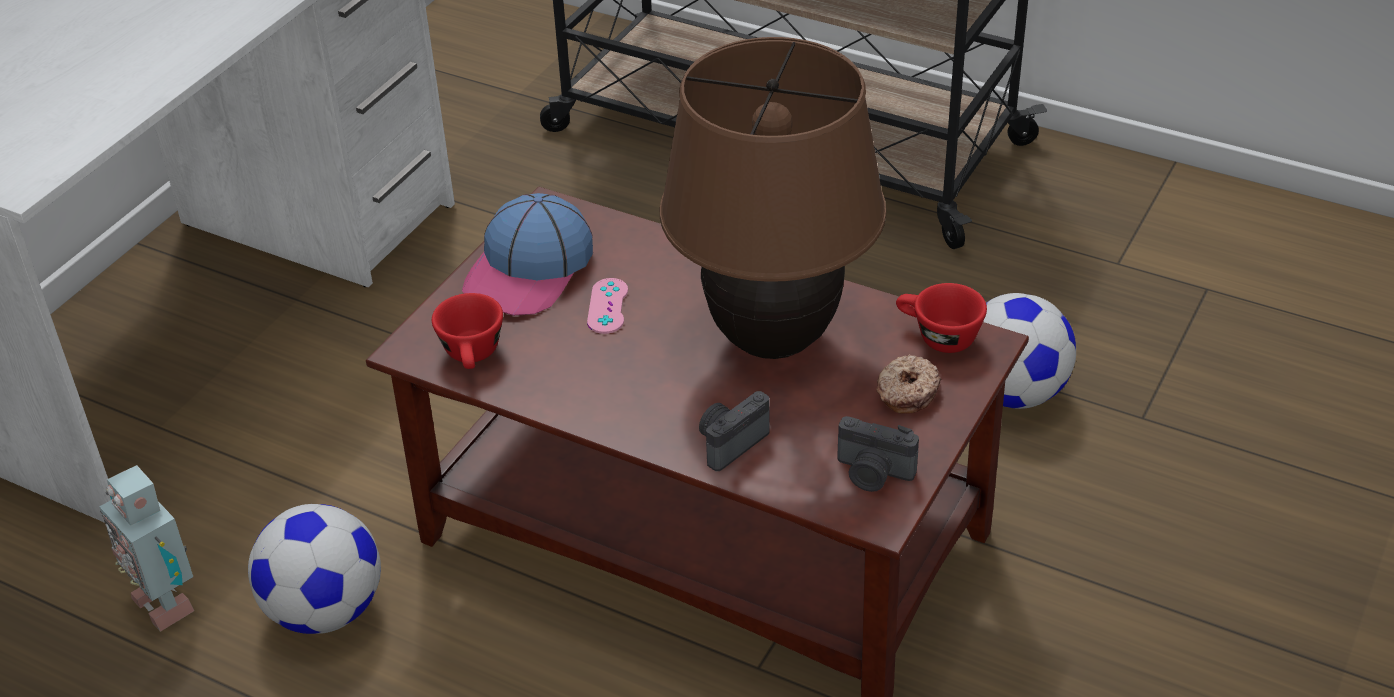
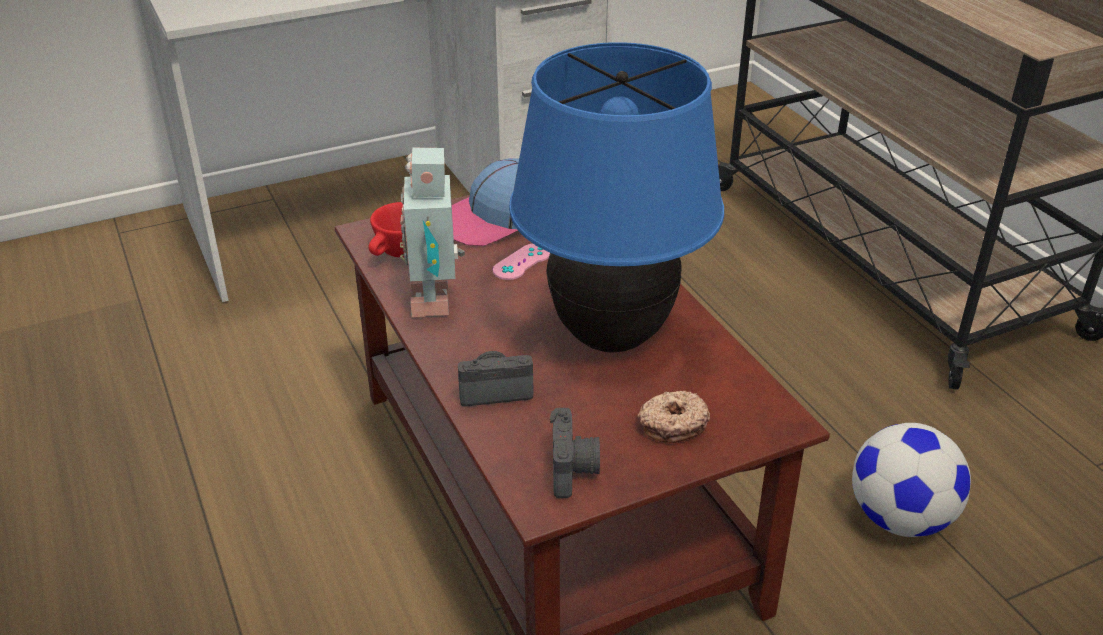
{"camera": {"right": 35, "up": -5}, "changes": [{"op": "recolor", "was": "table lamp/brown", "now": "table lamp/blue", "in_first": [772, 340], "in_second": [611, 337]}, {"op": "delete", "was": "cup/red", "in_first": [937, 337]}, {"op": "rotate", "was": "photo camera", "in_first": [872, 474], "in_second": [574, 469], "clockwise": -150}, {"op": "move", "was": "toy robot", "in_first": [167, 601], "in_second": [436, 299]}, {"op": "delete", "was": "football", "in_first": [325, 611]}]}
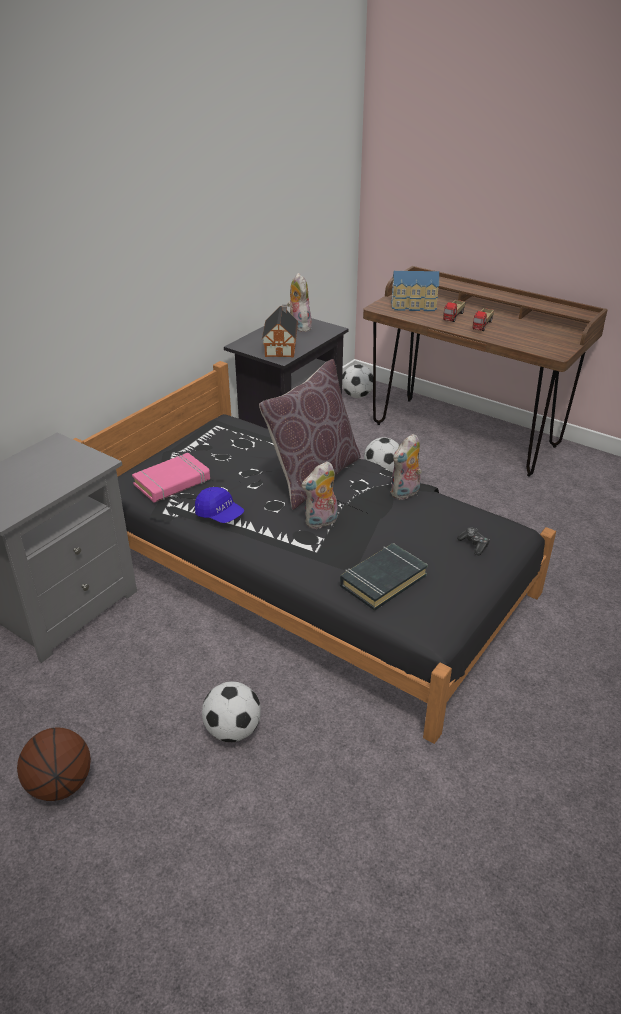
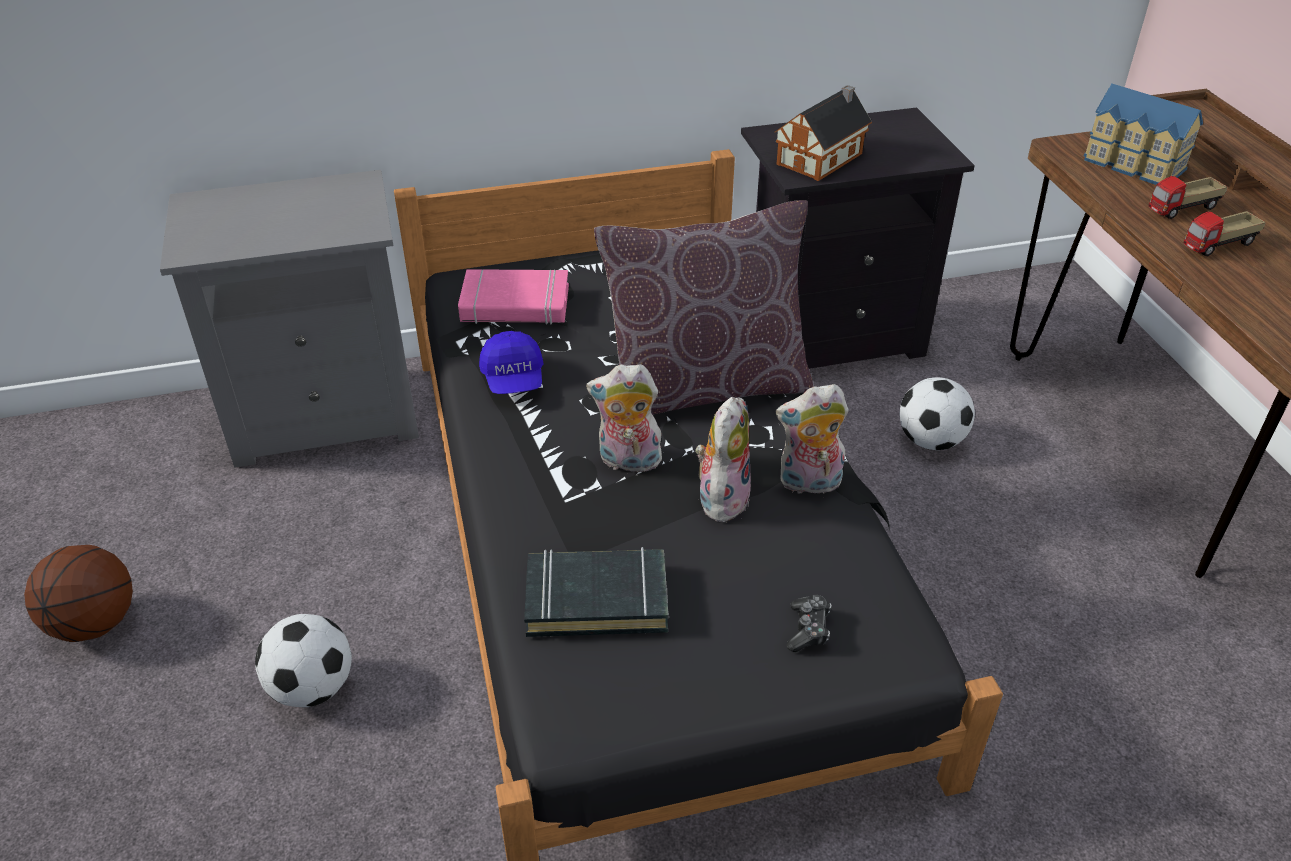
{"camera": {"right": 40, "up": 5}, "changes": [{"op": "move", "was": "plush toy", "in_first": [298, 326], "in_second": [721, 497]}, {"op": "delete", "was": "football", "in_first": [357, 396]}]}
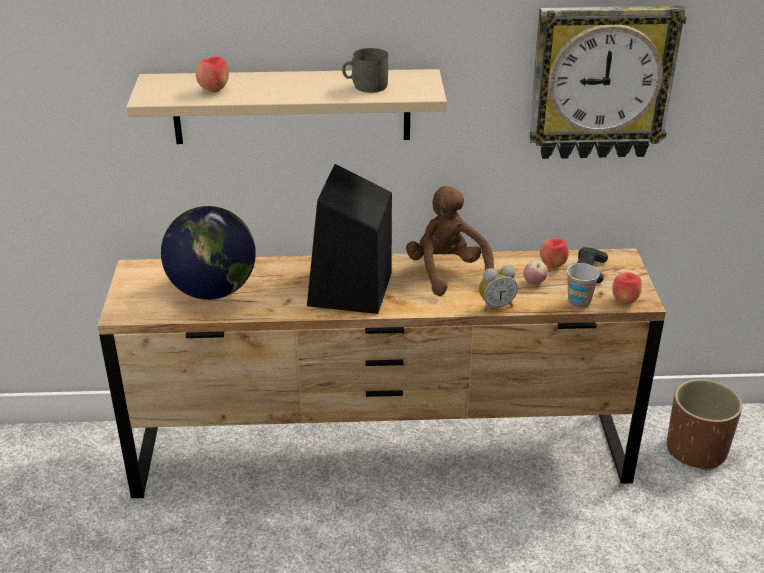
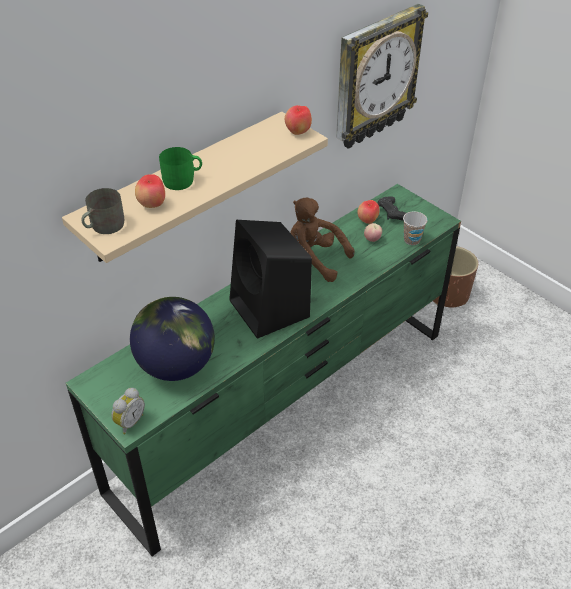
{"camera": {"right": -40, "up": 10}, "changes": [{"op": "move", "was": "mug/grey", "in_first": [365, 86], "in_second": [103, 226]}, {"op": "recolor", "was": "dresser/brown", "now": "dresser/green", "in_first": [381, 454], "in_second": [285, 409]}, {"op": "move", "was": "alarm clock", "in_first": [495, 305], "in_second": [129, 422]}, {"op": "move", "was": "apple", "in_first": [624, 301], "in_second": [297, 132]}, {"op": "insert", "now": "mug/green", "in_second": [183, 180]}]}
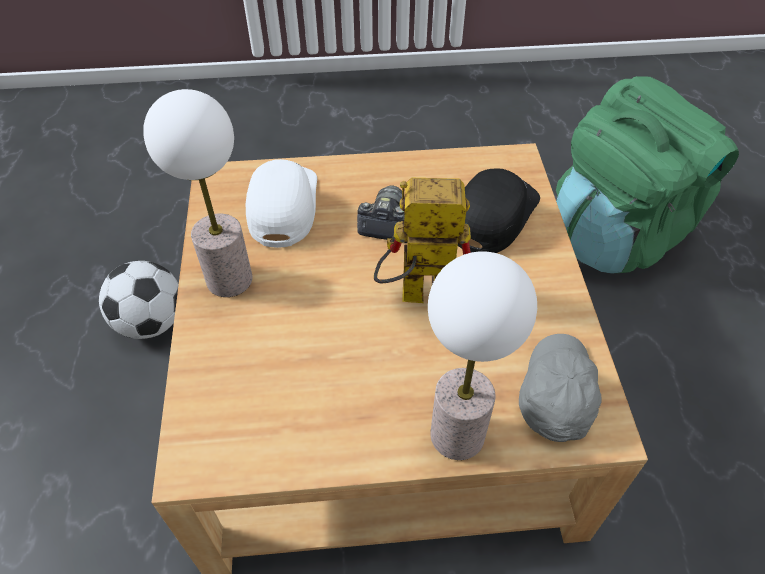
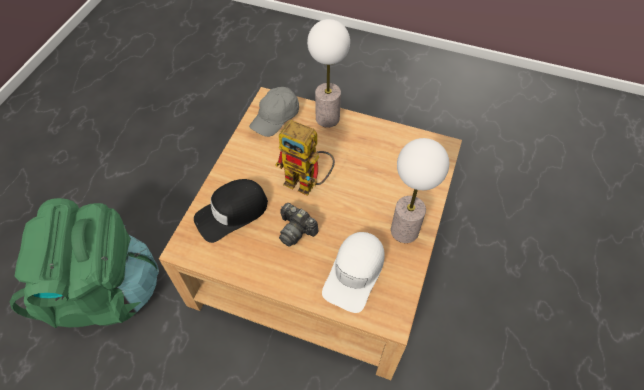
{"camera": {"right": -155, "up": 5}, "changes": [{"op": "delete", "was": "football", "in_first": [152, 322]}]}
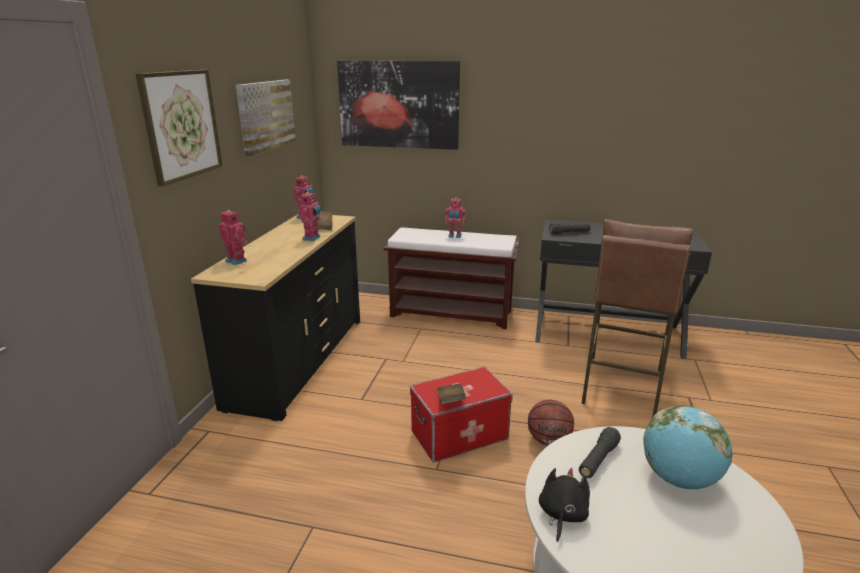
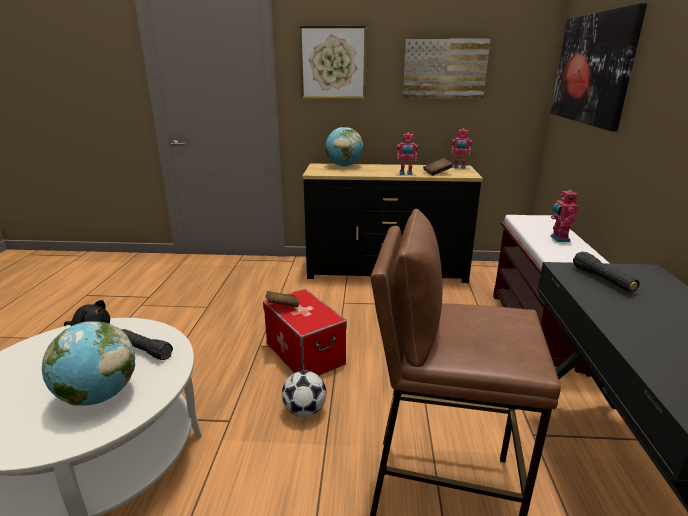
{"camera": {"right": 80, "up": 0}, "changes": [{"op": "replace", "was": "toy robot", "now": "globe", "in_first": [237, 260], "in_second": [344, 166]}, {"op": "replace", "was": "basketball", "now": "football", "in_first": [549, 440], "in_second": [305, 410]}]}
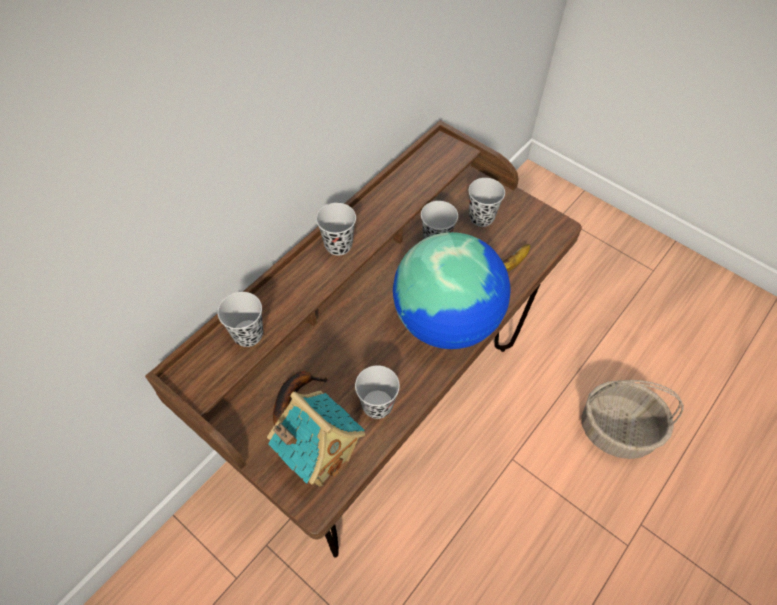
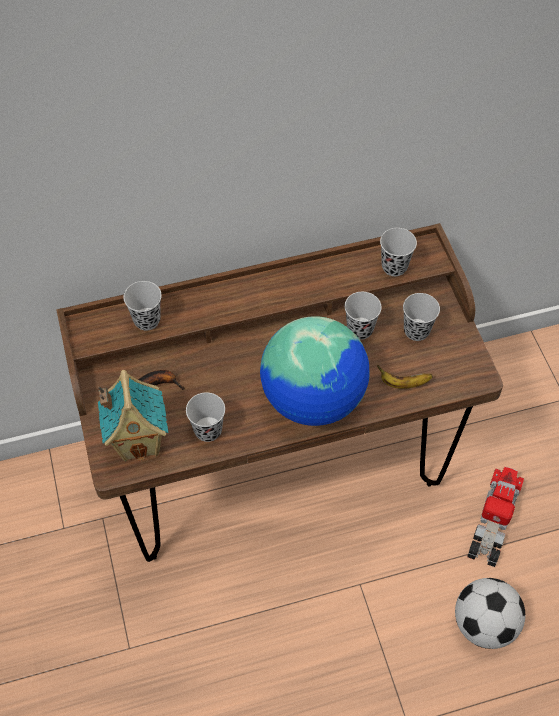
{"camera": {"right": 35, "up": 0}, "changes": [{"op": "move", "was": "cup/black", "in_first": [338, 245], "in_second": [394, 266]}, {"op": "replace", "was": "basket", "now": "football", "in_first": [617, 429], "in_second": [484, 624]}, {"op": "insert", "now": "toy truck", "in_second": [494, 520]}]}
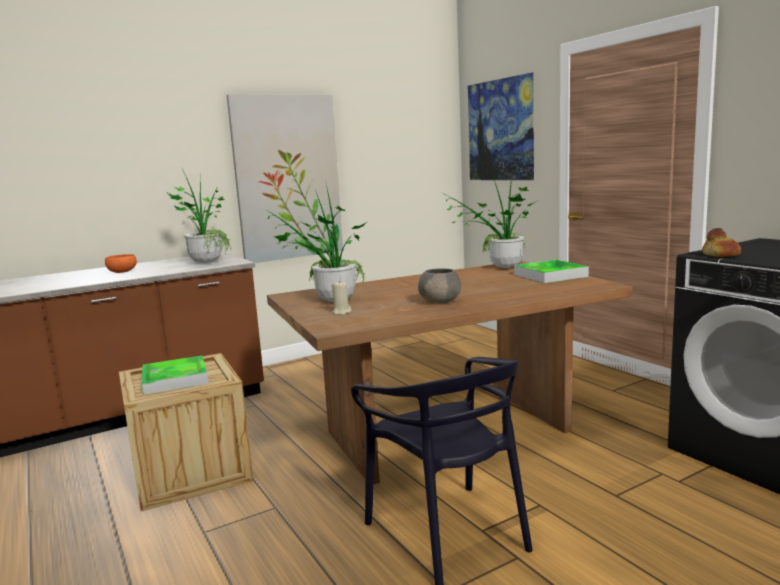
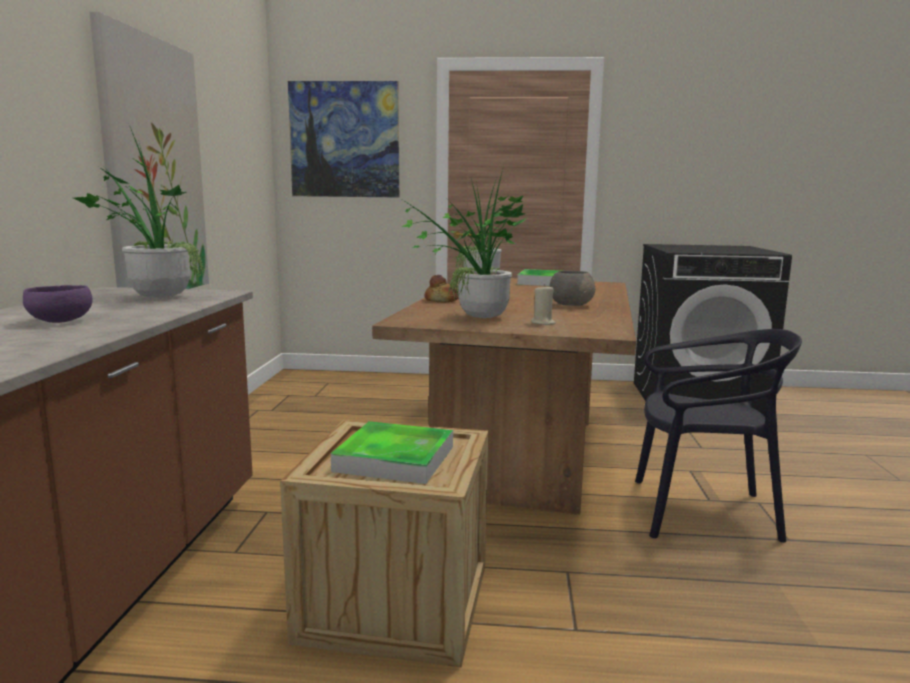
{"camera": {"right": -55, "up": 0}, "changes": [{"op": "move", "was": "bread", "in_first": [721, 255], "in_second": [441, 300]}, {"op": "recolor", "was": "bowl/orange", "now": "bowl/purple", "in_first": [122, 272], "in_second": [59, 321]}]}
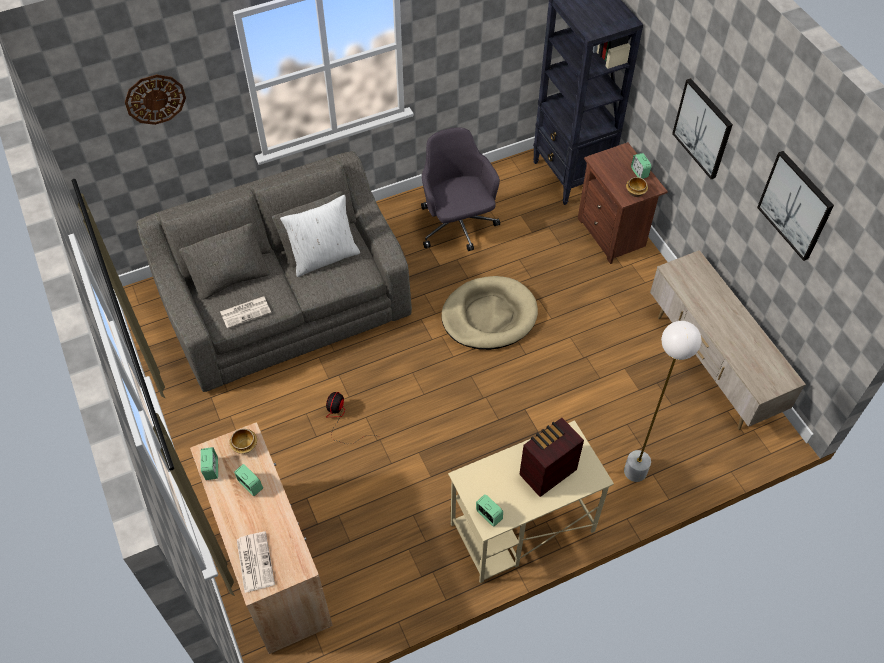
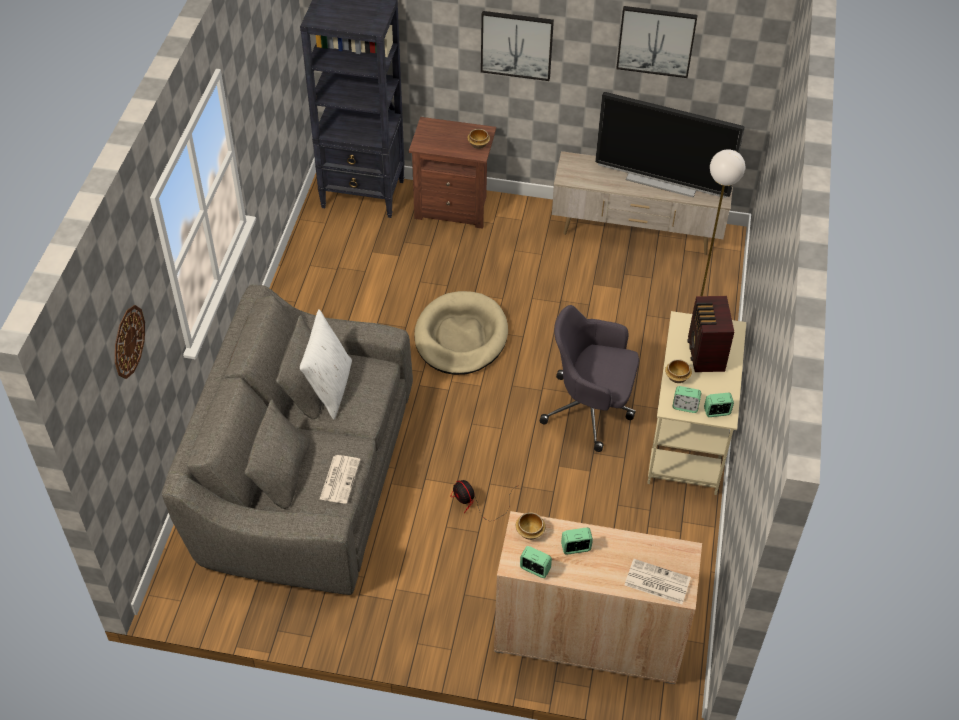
{"camera": {"right": -55, "up": -5}, "changes": [{"op": "move", "was": "office chair/grey", "in_first": [457, 226], "in_second": [590, 409]}, {"op": "move", "was": "alarm clock", "in_first": [639, 172], "in_second": [685, 406]}, {"op": "insert", "now": "television", "in_second": [662, 181]}, {"op": "insert", "now": "bowl", "in_second": [677, 378]}]}
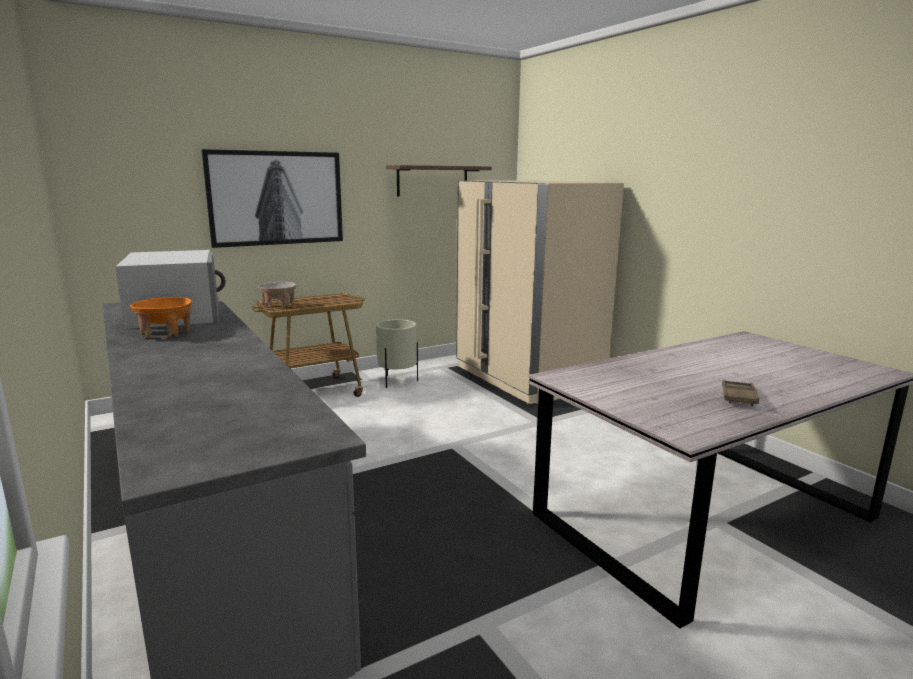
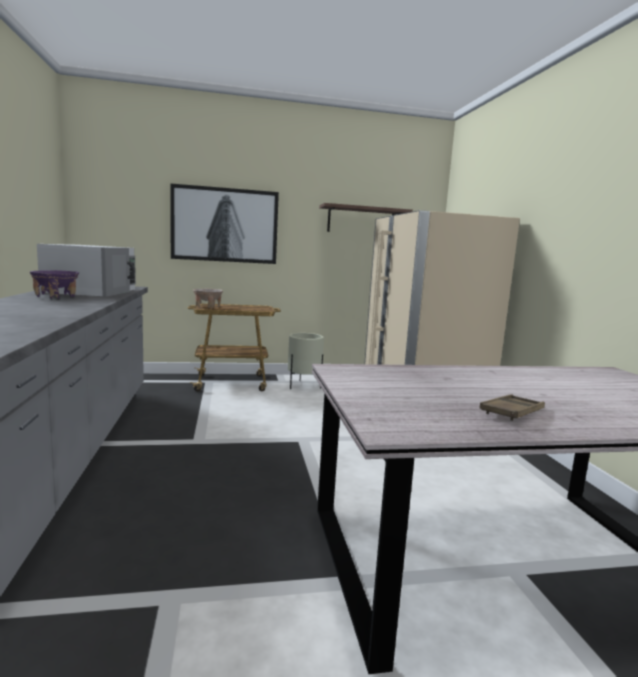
{"camera": {"right": 20, "up": -5}, "changes": [{"op": "recolor", "was": "bowl/orange", "now": "bowl/purple", "in_first": [165, 333], "in_second": [56, 297]}]}
